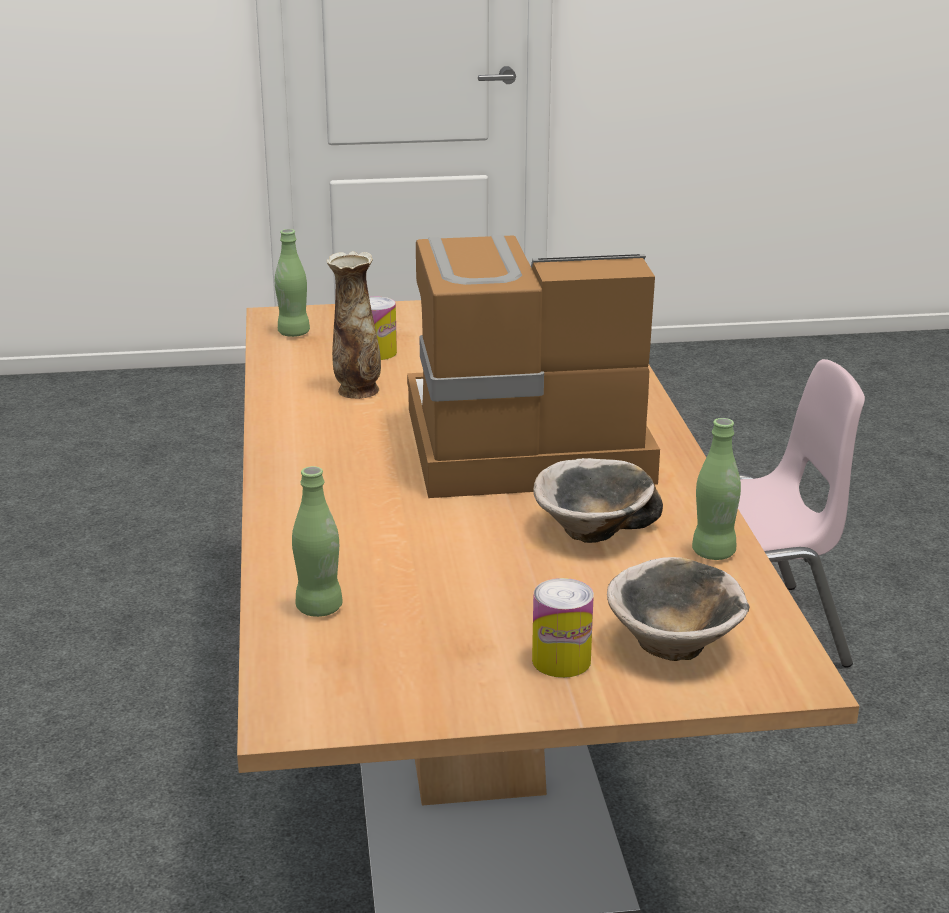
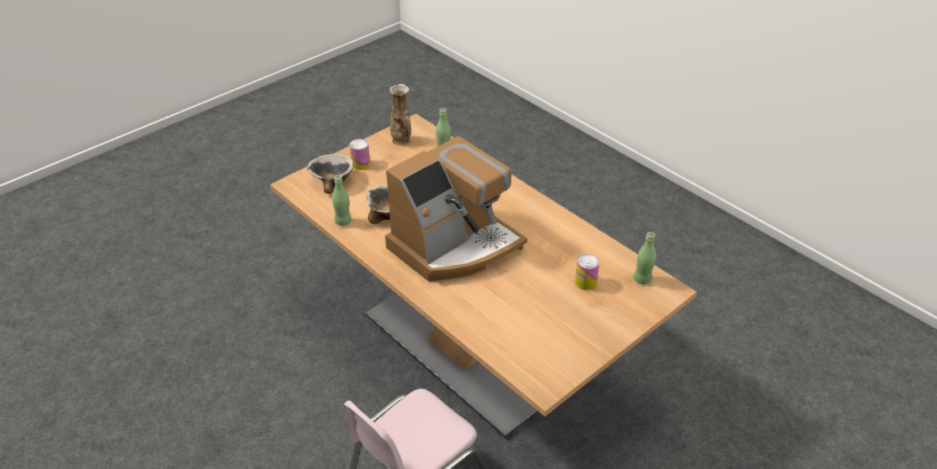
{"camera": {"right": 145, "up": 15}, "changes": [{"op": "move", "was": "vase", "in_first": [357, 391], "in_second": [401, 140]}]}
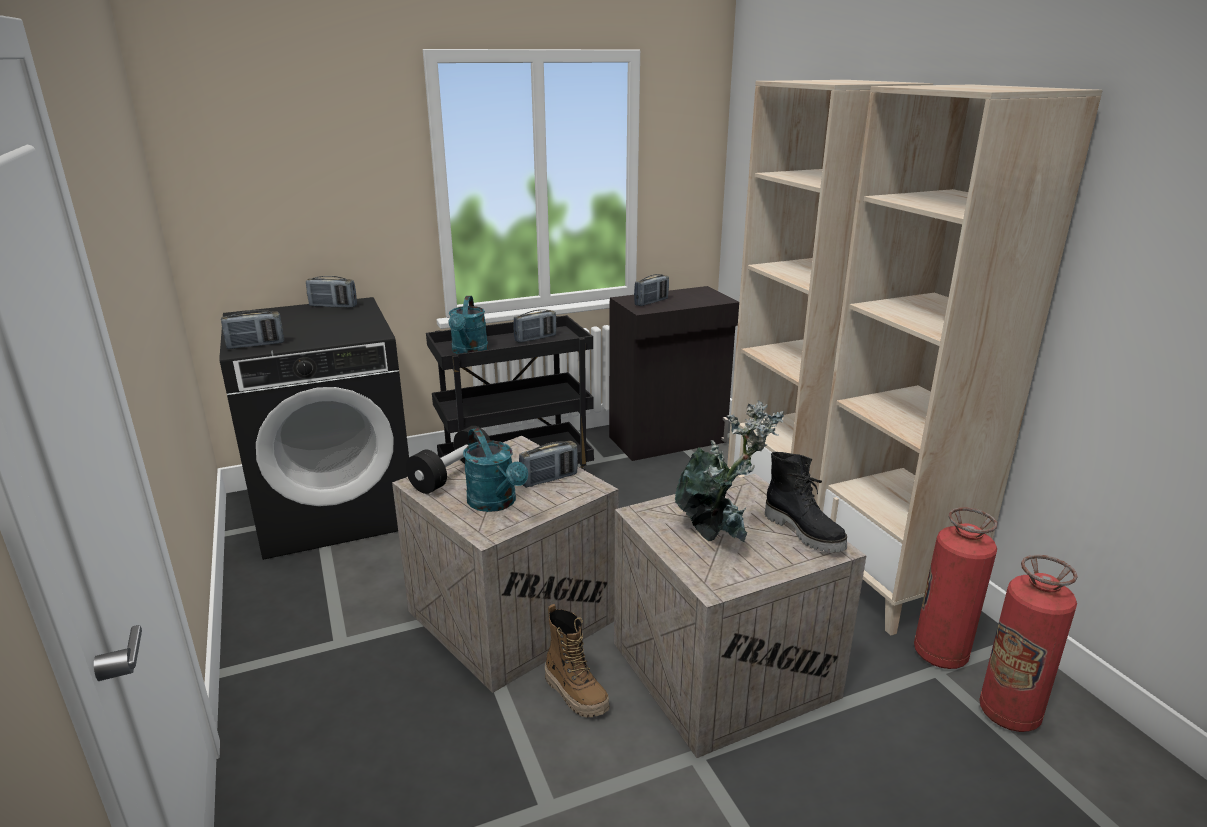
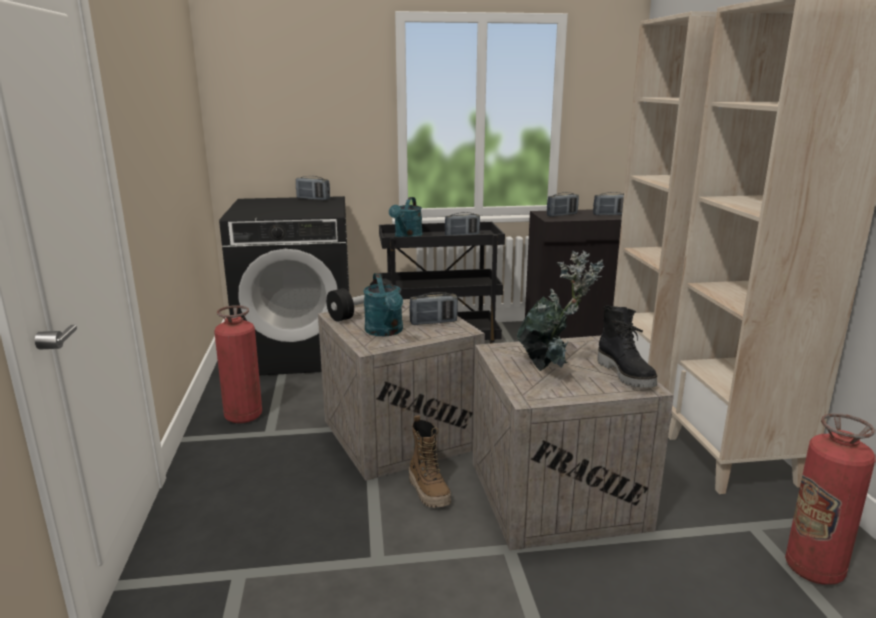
{"camera": {"right": 15, "up": -5}, "changes": [{"op": "move", "was": "radio", "in_first": [256, 345], "in_second": [610, 215]}, {"op": "move", "was": "fire extinguisher", "in_first": [940, 654], "in_second": [243, 416]}]}
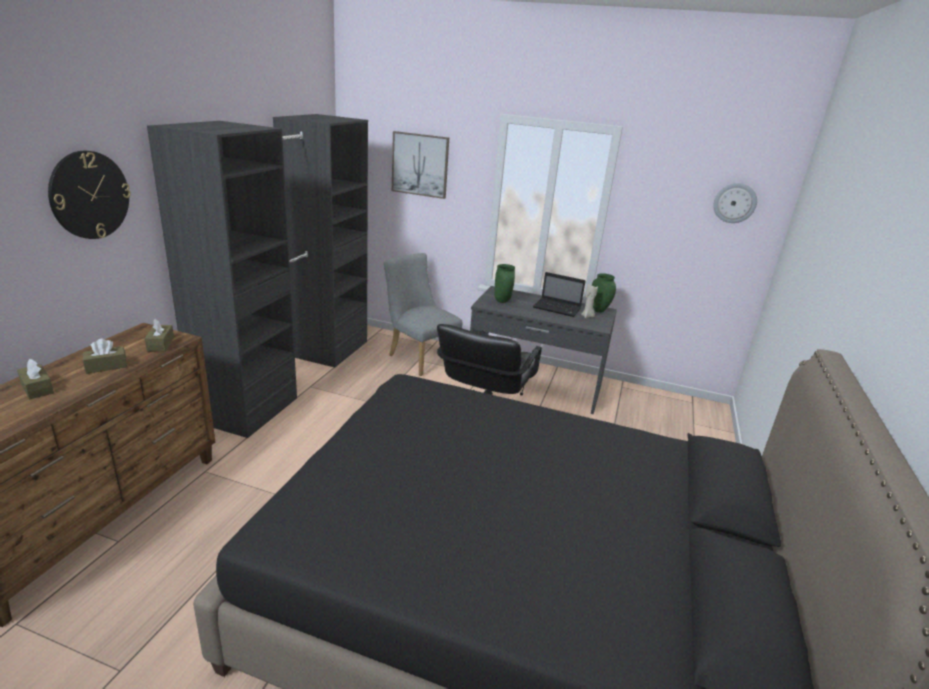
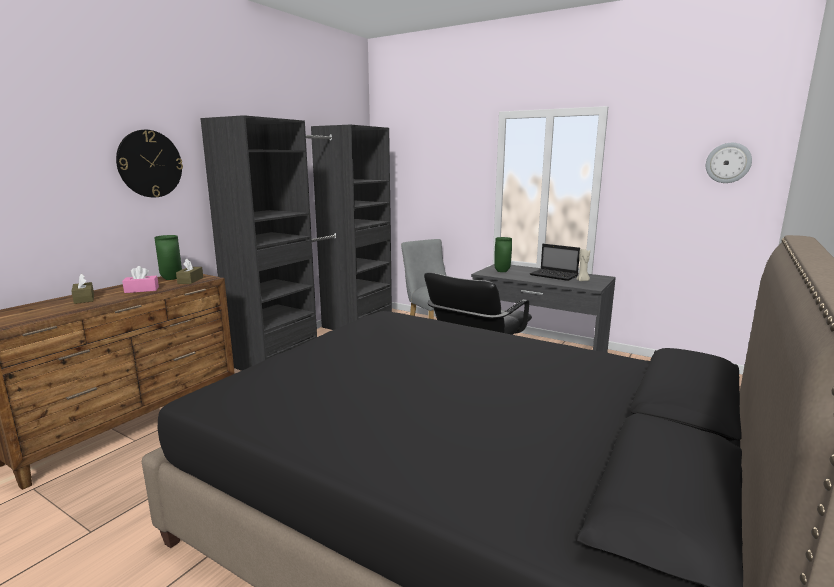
{"camera": {"right": 15, "up": -10}, "changes": [{"op": "delete", "was": "picture", "in_first": [420, 164]}, {"op": "move", "was": "vase/green", "in_first": [599, 310], "in_second": [172, 278]}, {"op": "recolor", "was": "tissue box/brown", "now": "tissue box/pink", "in_first": [106, 366], "in_second": [141, 290]}]}
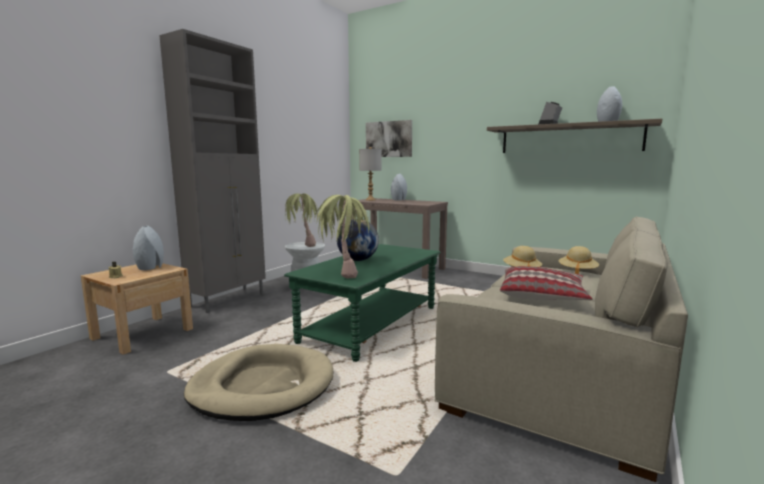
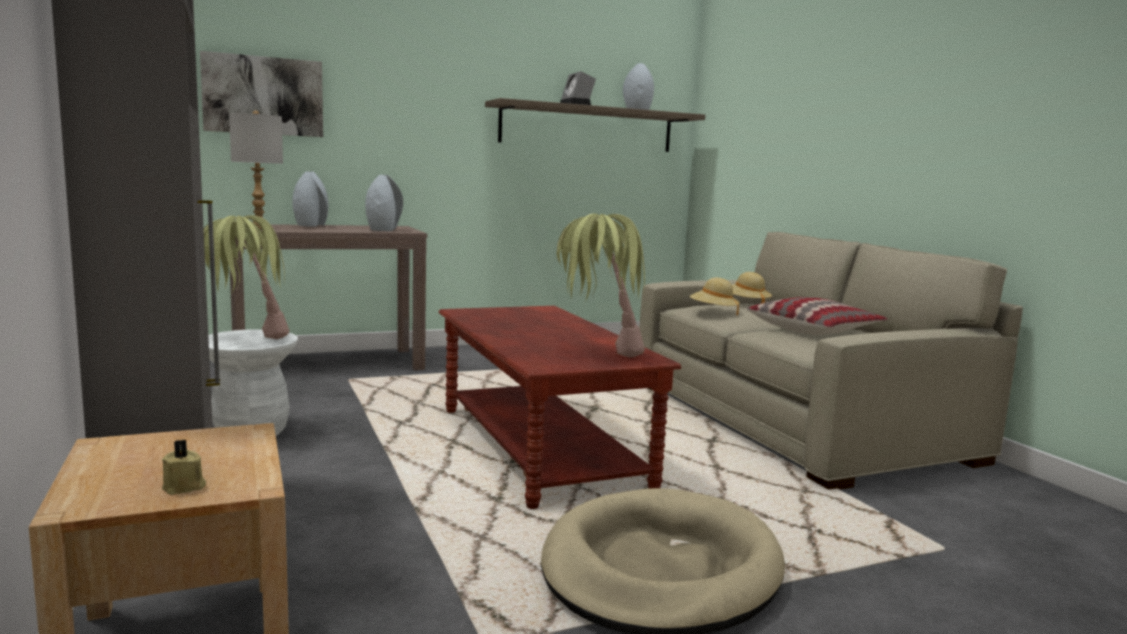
{"camera": {"right": -55, "up": 0}, "changes": [{"op": "delete", "was": "globe", "in_first": [357, 260]}, {"op": "move", "was": "vase/grey", "in_first": [151, 268], "in_second": [383, 230]}, {"op": "recolor", "was": "coffee table/green", "now": "coffee table/brown", "in_first": [371, 324], "in_second": [540, 447]}]}
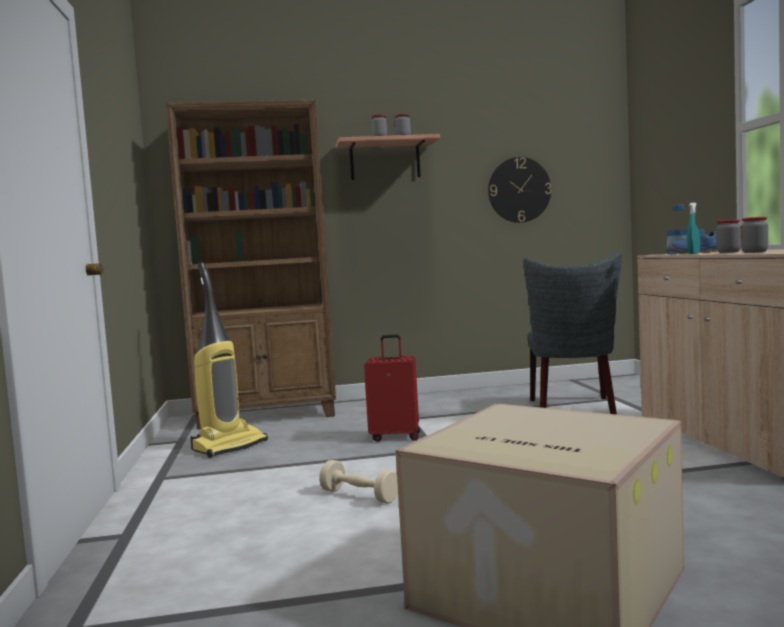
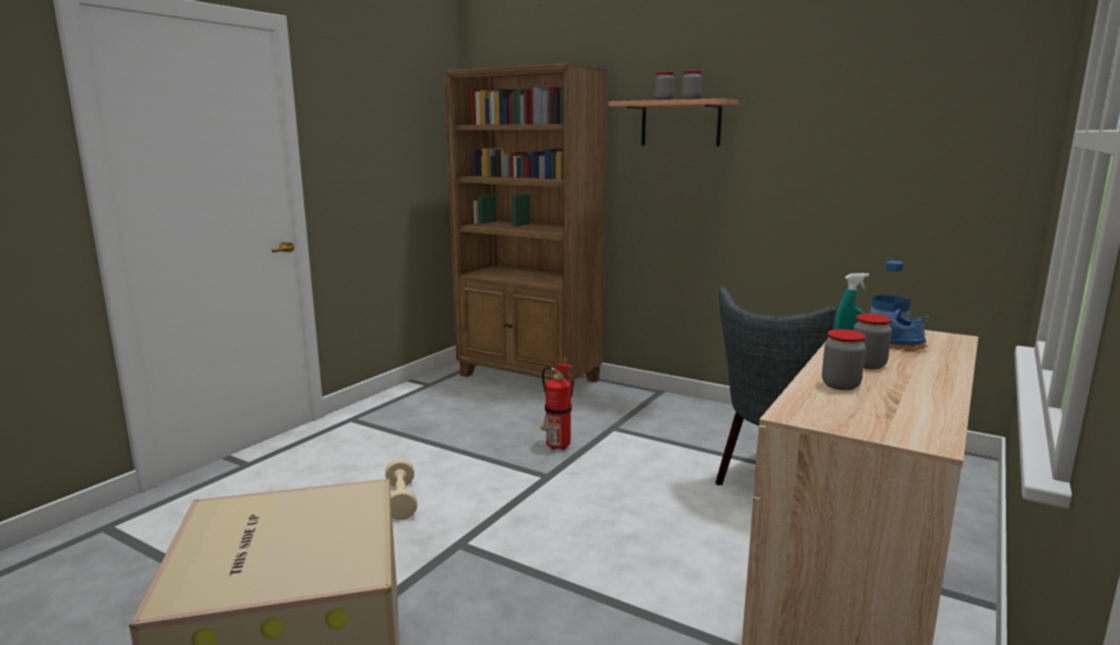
{"camera": {"right": 40, "up": 10}, "changes": [{"op": "delete", "was": "wall clock", "in_first": [519, 190]}, {"op": "delete", "was": "vacuum cleaner", "in_first": [229, 446]}, {"op": "replace", "was": "suitcase/red", "now": "fire extinguisher", "in_first": [395, 436], "in_second": [556, 446]}]}
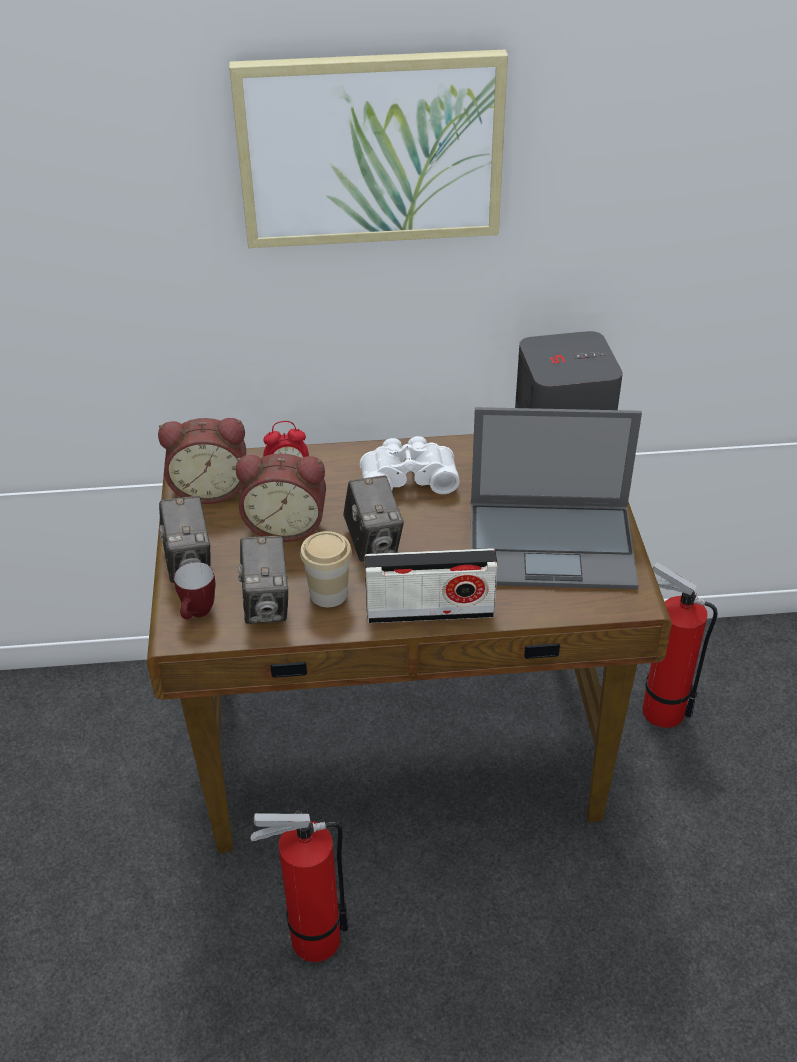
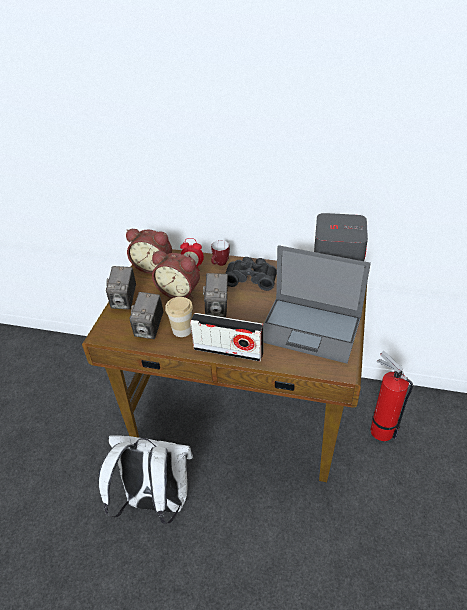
{"camera": {"right": 20, "up": 0}, "changes": [{"op": "delete", "was": "picture", "in_first": [370, 149]}, {"op": "recolor", "was": "binoculars/white", "now": "binoculars/black", "in_first": [408, 477], "in_second": [251, 278]}, {"op": "move", "was": "mug", "in_first": [198, 614], "in_second": [220, 264]}, {"op": "replace", "was": "fire extinguisher", "now": "backpack/white", "in_first": [309, 940], "in_second": [155, 501]}]}
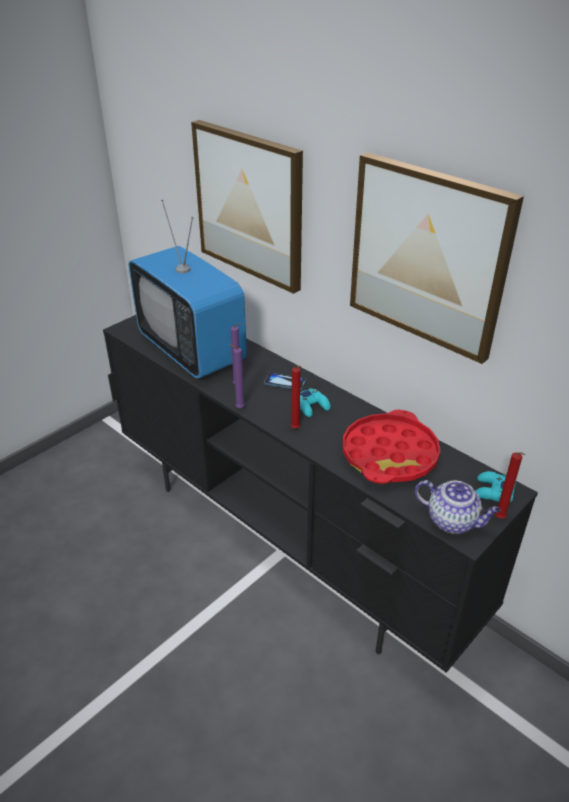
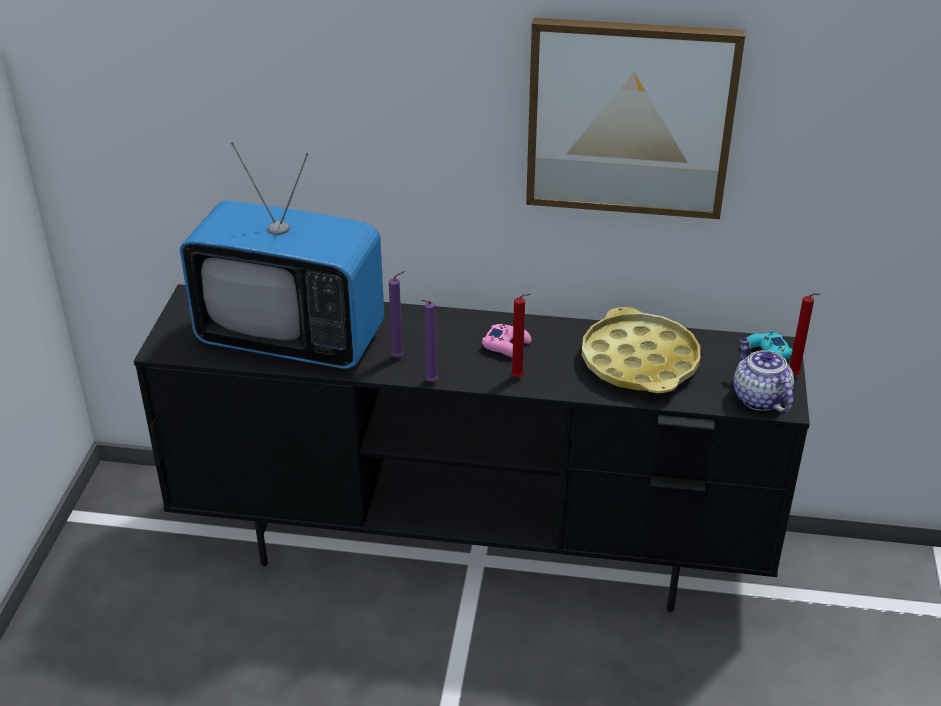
{"camera": {"right": -35, "up": 0}, "changes": [{"op": "delete", "was": "picture", "in_first": [250, 205]}, {"op": "delete", "was": "phone", "in_first": [285, 382]}, {"op": "recolor", "was": "game controller/turquoise", "now": "game controller/pink", "in_first": [311, 406], "in_second": [507, 345]}, {"op": "recolor", "was": "tray/red", "now": "tray/yellow", "in_first": [390, 454], "in_second": [639, 361]}, {"op": "rotate", "was": "teapot", "in_first": [453, 521], "in_second": [759, 398], "clockwise": -105}]}
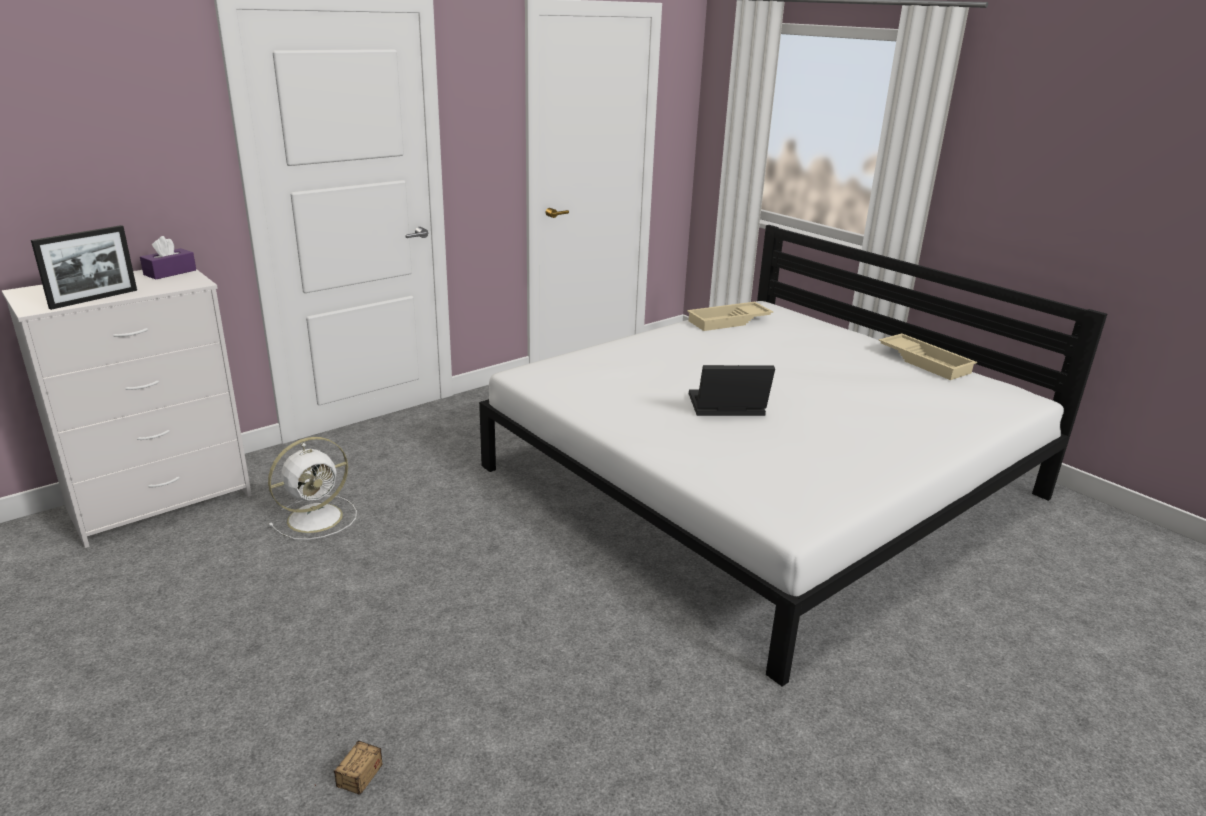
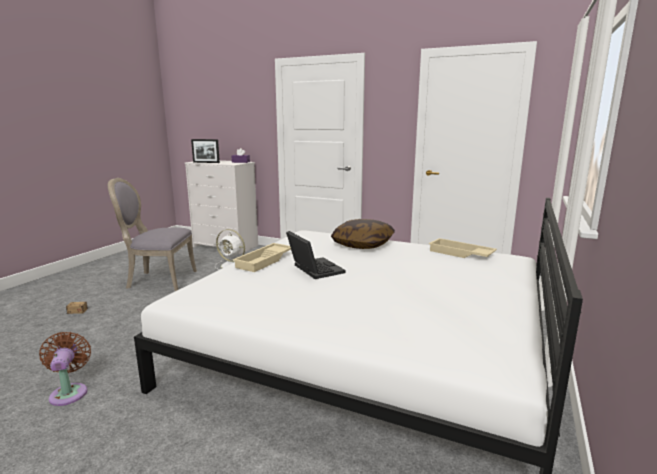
{"camera": {"right": 65, "up": -10}, "changes": [{"op": "move", "was": "tray/beige", "in_first": [925, 362], "in_second": [265, 261]}, {"op": "insert", "now": "chair/grey", "in_second": [159, 280]}, {"op": "insert", "now": "pillow", "in_second": [363, 244]}, {"op": "insert", "now": "fan/brown", "in_second": [69, 392]}]}
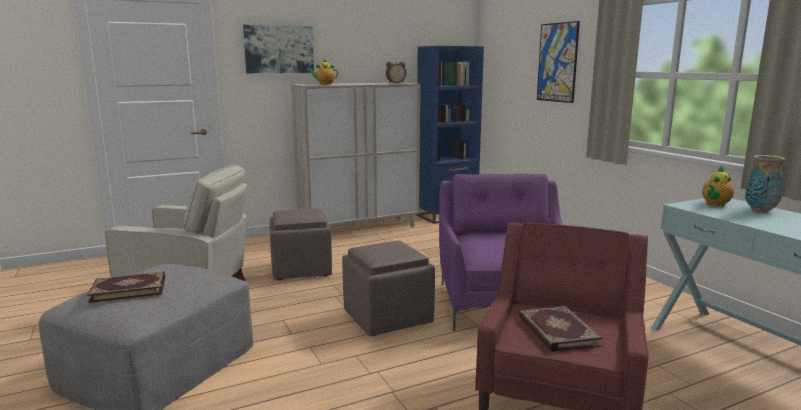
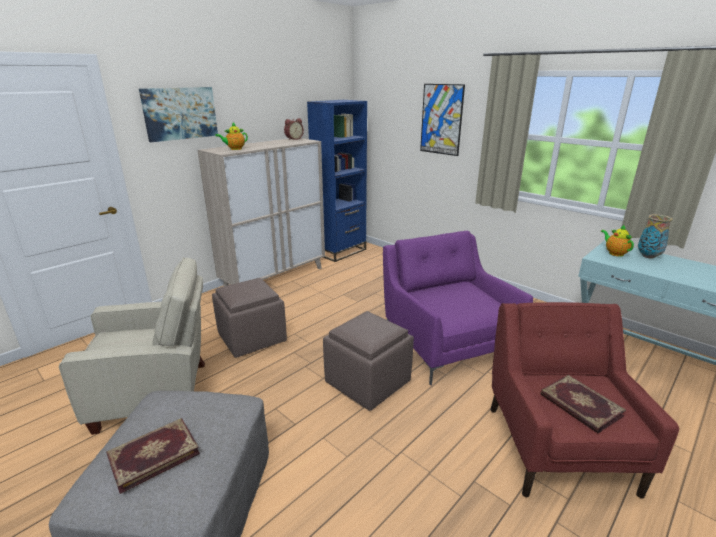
{"camera": {"right": -20, "up": 10}, "changes": [{"op": "rotate", "was": "teapot", "in_first": [715, 204], "in_second": [614, 253], "clockwise": 135}]}
